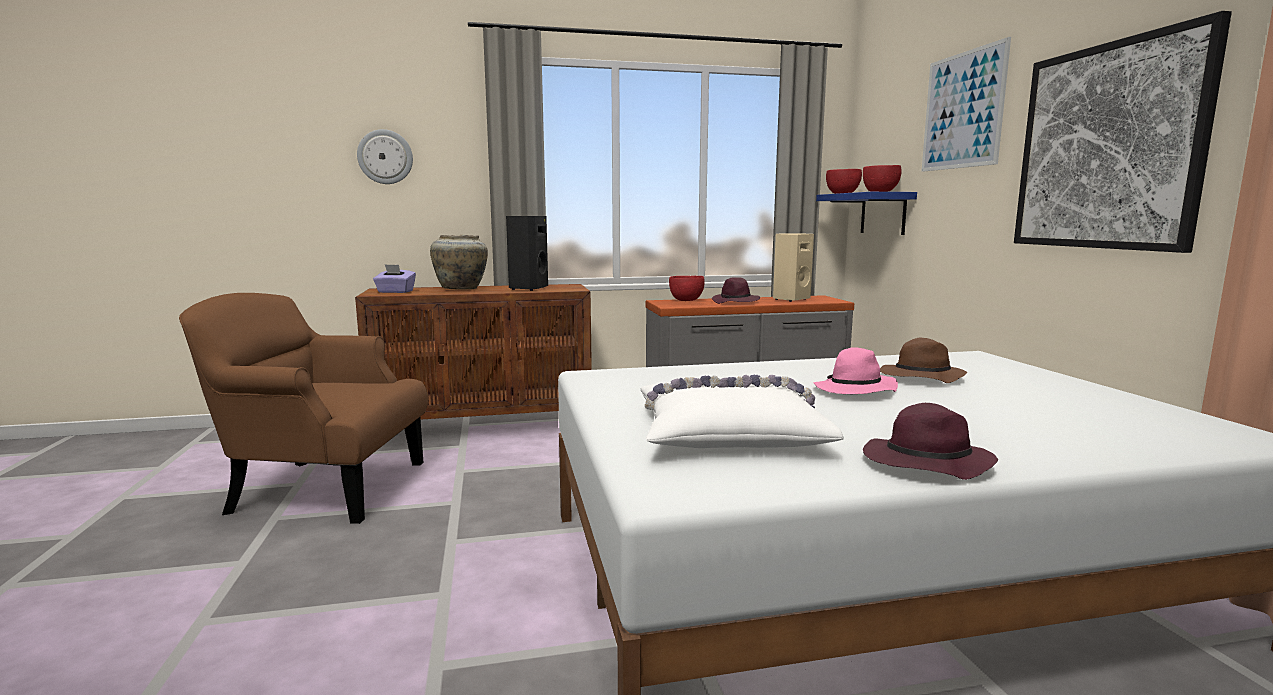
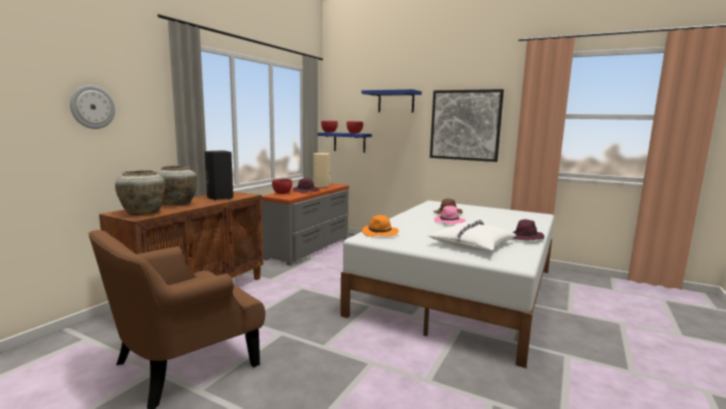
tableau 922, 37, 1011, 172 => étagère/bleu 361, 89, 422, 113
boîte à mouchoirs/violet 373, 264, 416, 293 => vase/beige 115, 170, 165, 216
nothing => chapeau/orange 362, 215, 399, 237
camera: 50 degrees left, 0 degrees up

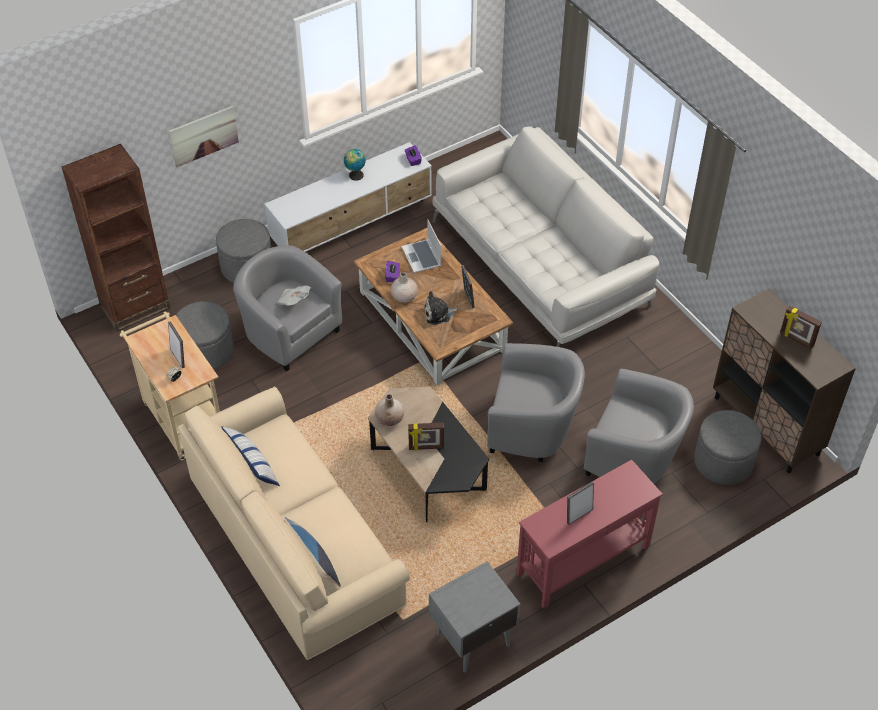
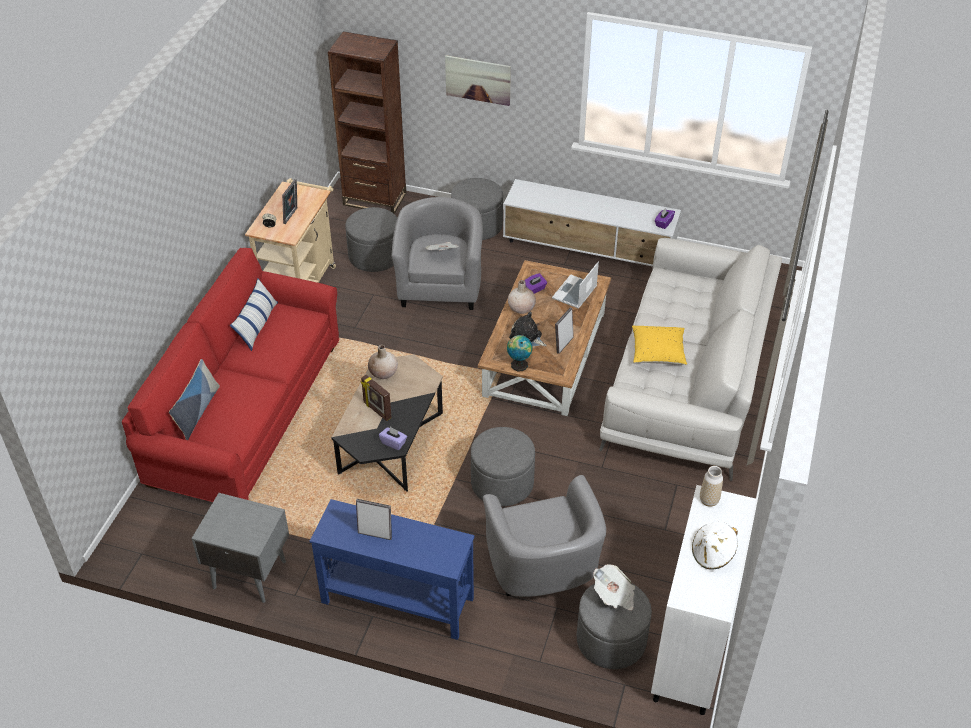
globe 344, 149, 366, 181 => globe 507, 335, 532, 371, moved
meuble de rangement/marron 713, 288, 856, 473 => meuble de rangement/blanc 651, 485, 756, 715
cadre photo 780, 306, 822, 349 => chapeau/blanc 692, 522, 738, 570
fauteuil/gris 487, 343, 585, 462 => pouf/gris 471, 427, 535, 506
canapé/beige 178, 387, 410, 660 => canapé/rouge 122, 248, 339, 502
table console/rouge 516, 460, 663, 609 => table console/bleu 310, 499, 475, 640
nothing => coussin/jaune 632, 326, 687, 365
nothing => boîte à mouchoirs/violet 379, 427, 407, 450
nothing => vase 700, 466, 723, 507
nothing => journal 593, 564, 635, 610
camera: 50 degrees right, 5 degrees down

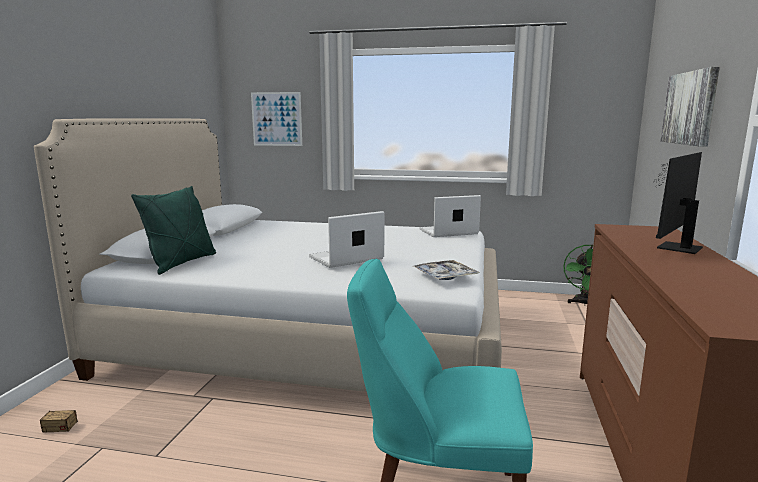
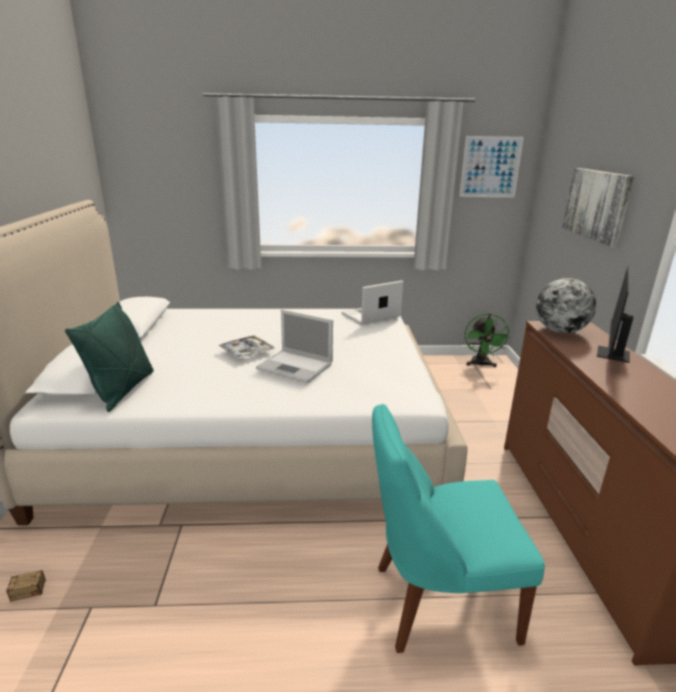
tableau 251, 92, 302, 146 => tableau 459, 136, 524, 197, moved
ordinateur portable 309, 211, 384, 268 => ordinateur portable 256, 309, 333, 383, 105 degrees counterclockwise
plateau 414, 260, 480, 280 => plateau 218, 335, 275, 359, moved
nothing => globe 536, 278, 596, 333
camera: 15 degrees left, 10 degrees up

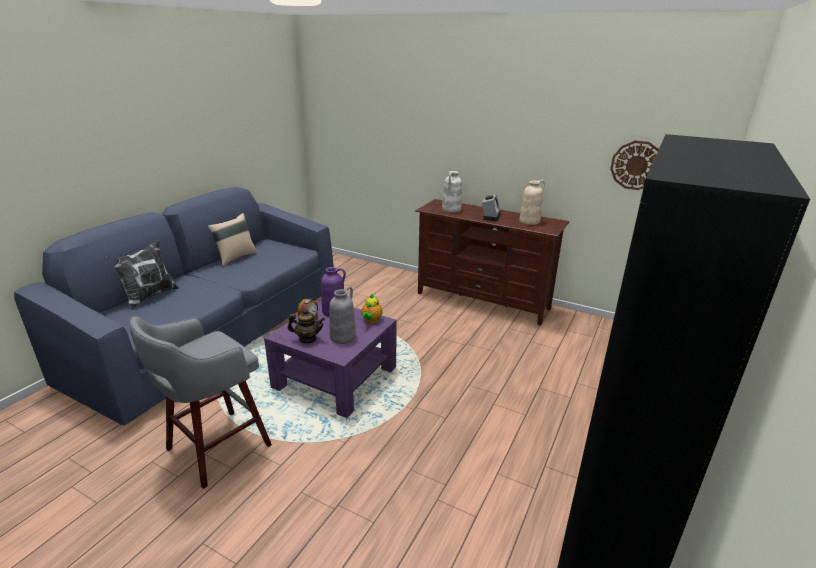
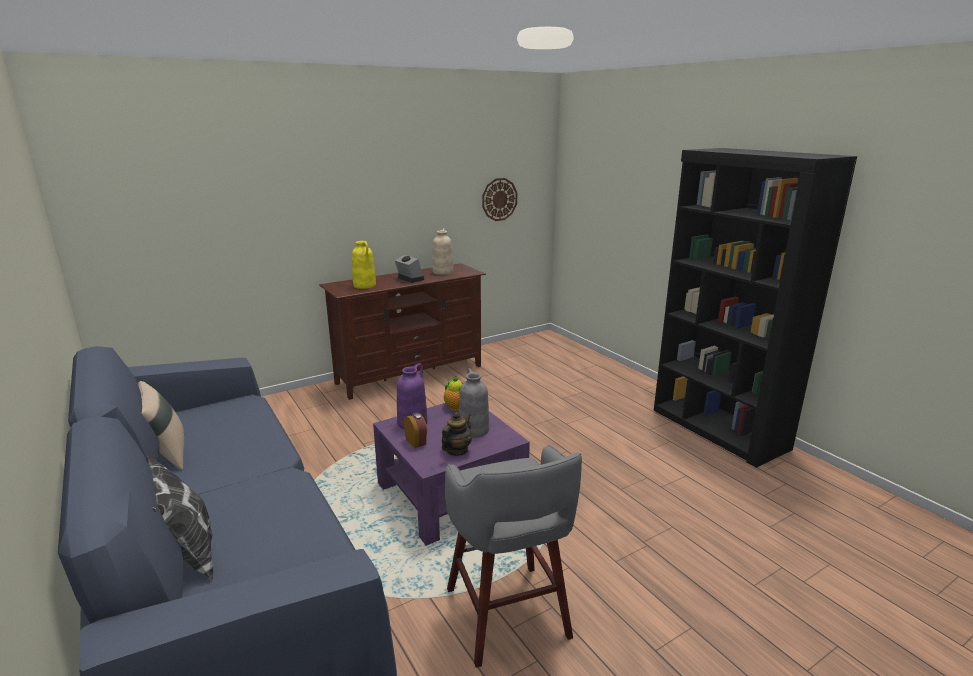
vase/blanc 442, 171, 462, 213 => vase/jaune 352, 241, 376, 289
camera: 60 degrees left, 5 degrees down

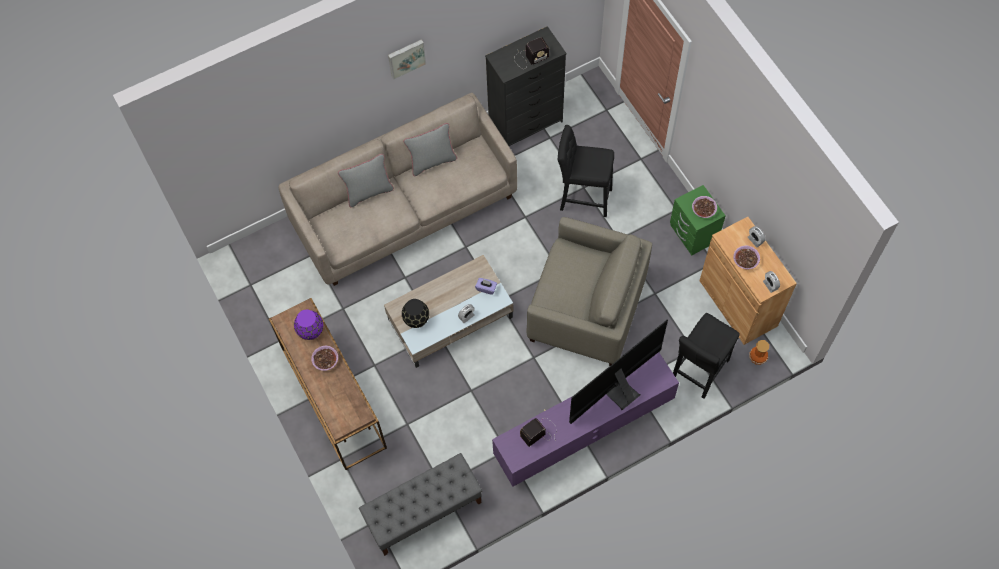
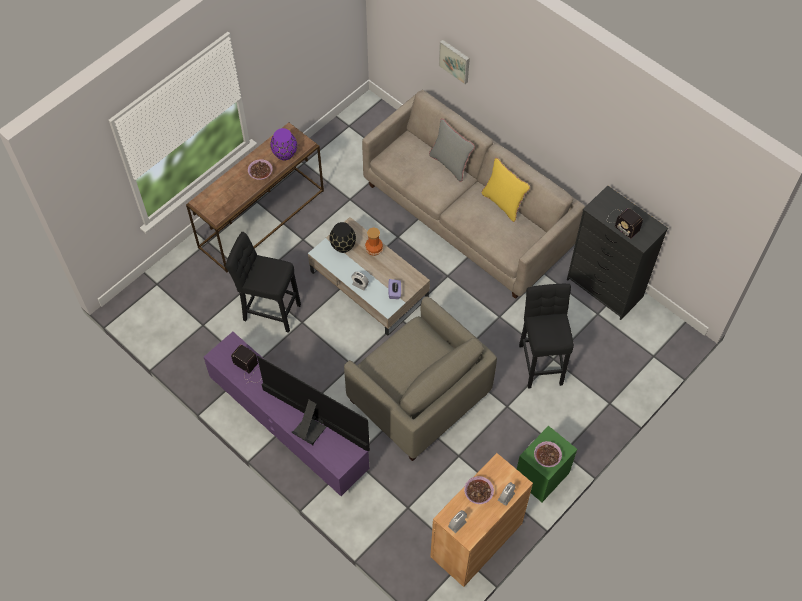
tableau 388, 39, 426, 80 => tableau 439, 40, 470, 84, moved
coussin/gris 403, 123, 457, 176 => coussin/jaune 481, 157, 530, 222
fauteuil/beige 526, 217, 652, 366 => fauteuil/beige 344, 296, 497, 461, 45 degrees counterclockwise
tabouret/noir 673, 313, 740, 399 => tabouret/noir 225, 232, 301, 333, moved
vase 749, 340, 769, 365 => vase 365, 228, 383, 256, moved
banc/gris 359, 453, 482, 556 => nothing
camera: 70 degrees right, 5 degrees down

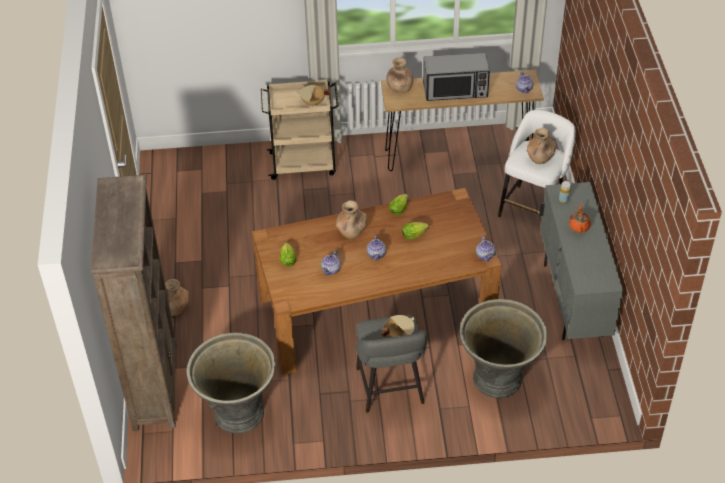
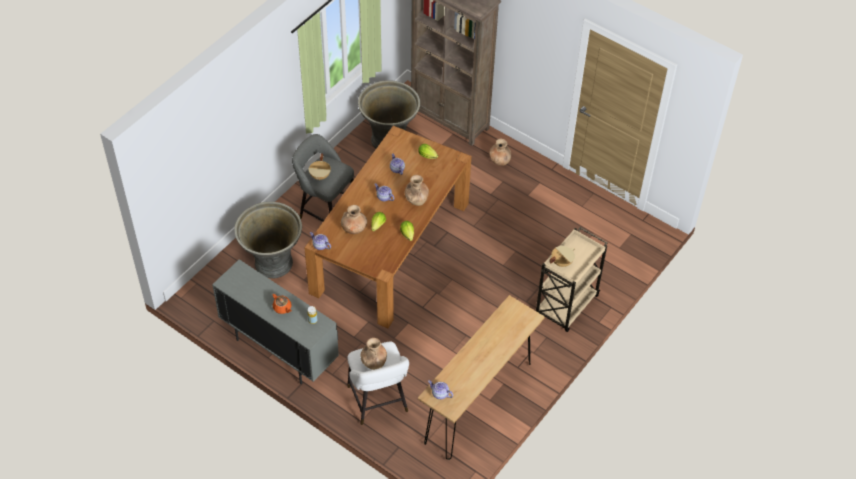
micro-ondes 423, 53, 490, 101 => nothing
vase/marron 386, 58, 413, 93 => vase/marron 341, 205, 367, 234, moved
camera: 130 degrees right, 5 degrees up

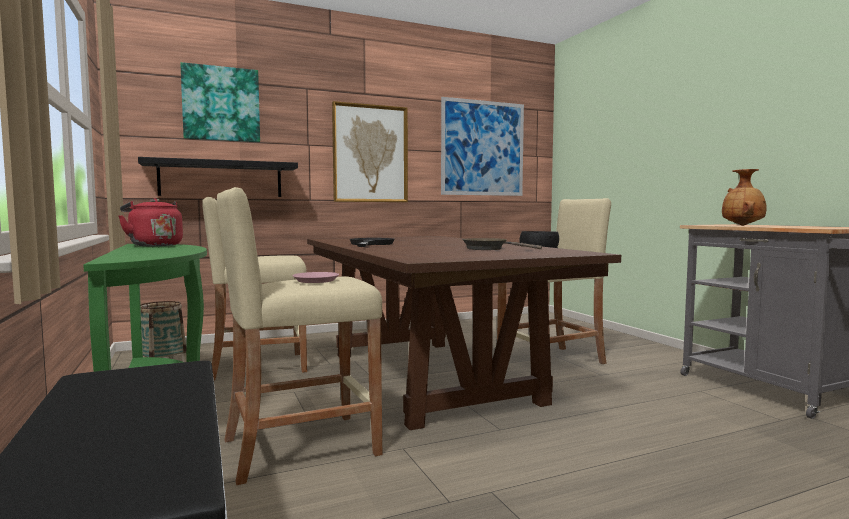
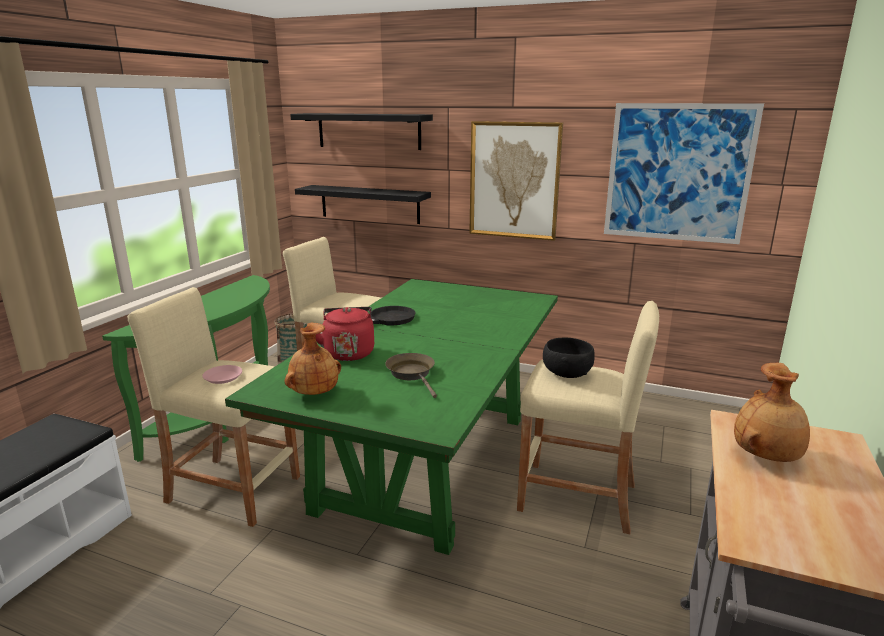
tableau 180, 62, 260, 142 => étagère/noir 290, 113, 433, 150
bouilloire/rouge 118, 198, 183, 246 => bouilloire/rouge 316, 307, 374, 361, moved
table à manger/marron 307, 236, 621, 430 => table à manger/vert 225, 279, 558, 555
nothing => vase/marron 284, 323, 341, 395
camera: 45 degrees right, 15 degrees up

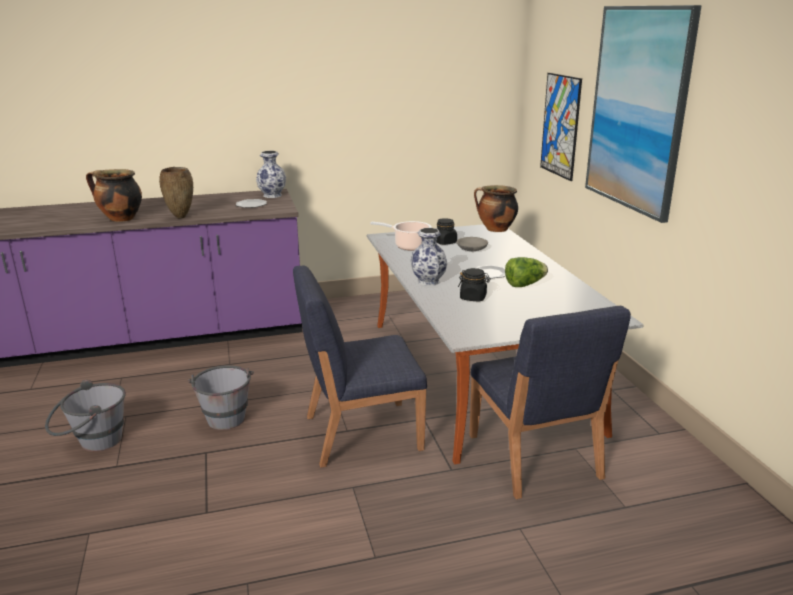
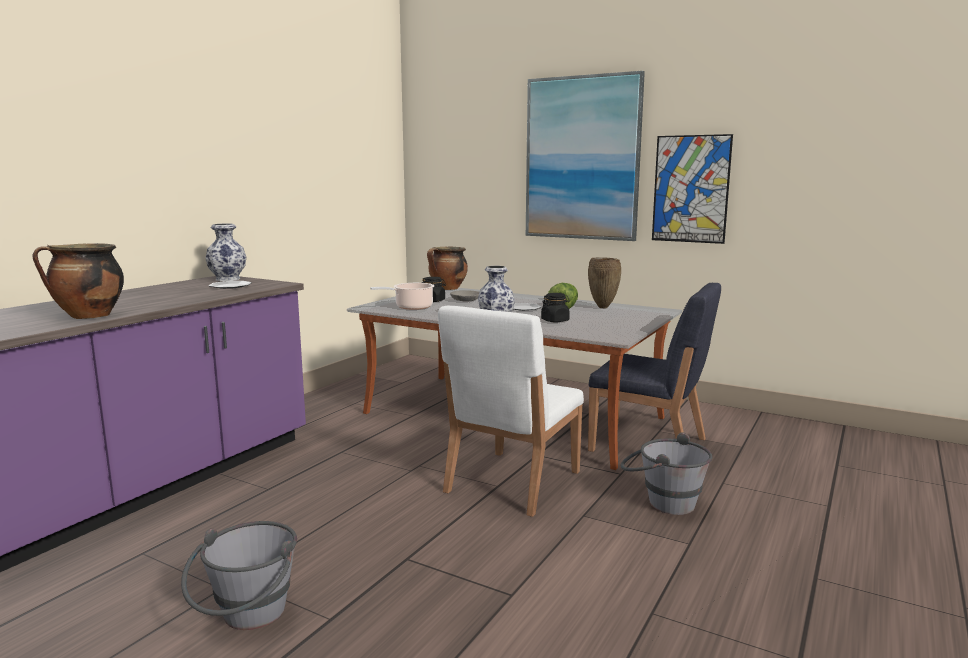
tableau 540, 73, 582, 181 => tableau 652, 134, 733, 244, moved
vase/marron 159, 167, 193, 218 => vase/marron 588, 258, 621, 308, moved
chaise/bleu 293, 266, 427, 467 => chaise/blanc 438, 306, 584, 517
seau/gris 188, 365, 254, 430 => seau/gris 621, 432, 712, 515, moved
camera: 45 degrees left, 10 degrees down

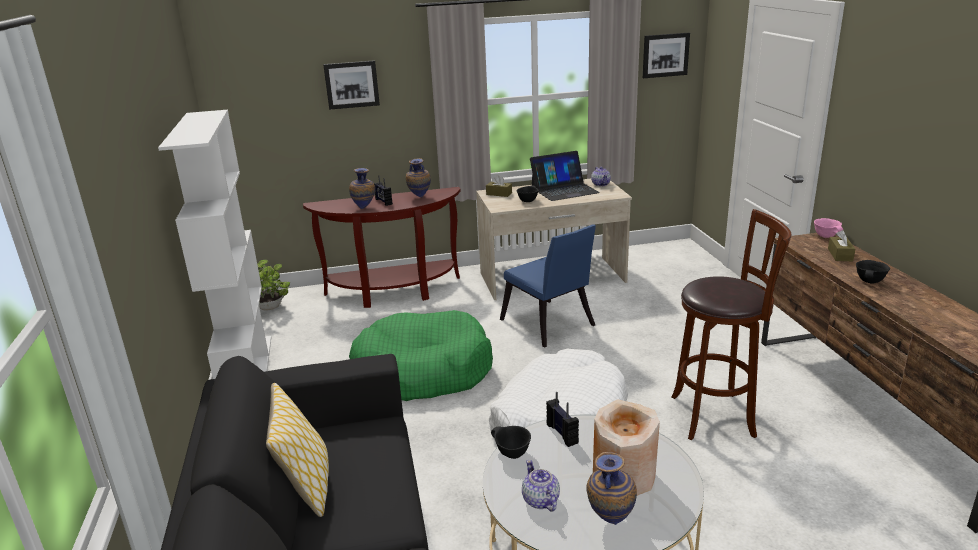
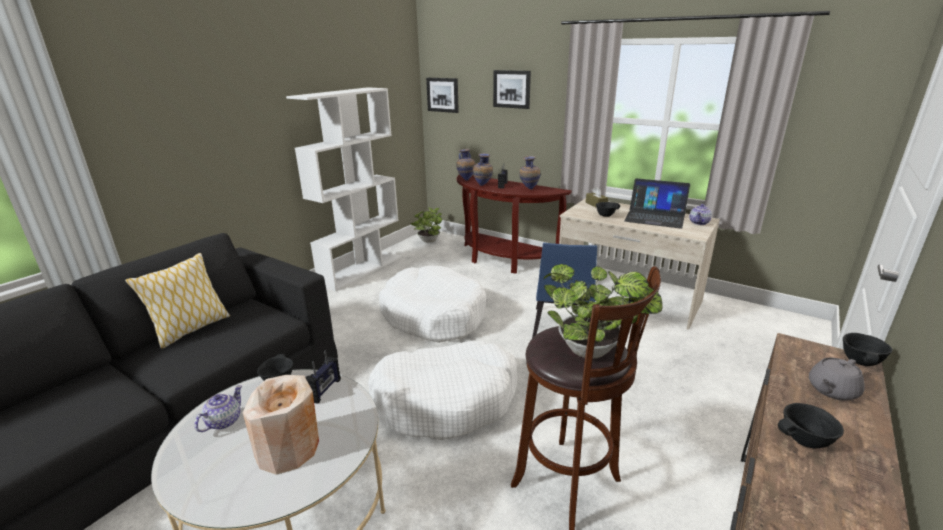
tableau 643, 33, 690, 78 => tableau 426, 78, 459, 113, moved
bol/rose 814, 218, 843, 238 => bol/noir 843, 333, 892, 366
boîte à mouchoirs/marron 828, 230, 855, 261 => théière/gris 809, 358, 865, 401
panier pour chien/vert 349, 310, 493, 401 => panier pour chien/blanc 379, 266, 486, 343
vase 586, 452, 637, 525 => vase 456, 149, 475, 181, moved
nothing => plante en pot 543, 264, 663, 359
camera: 45 degrees right, 0 degrees up

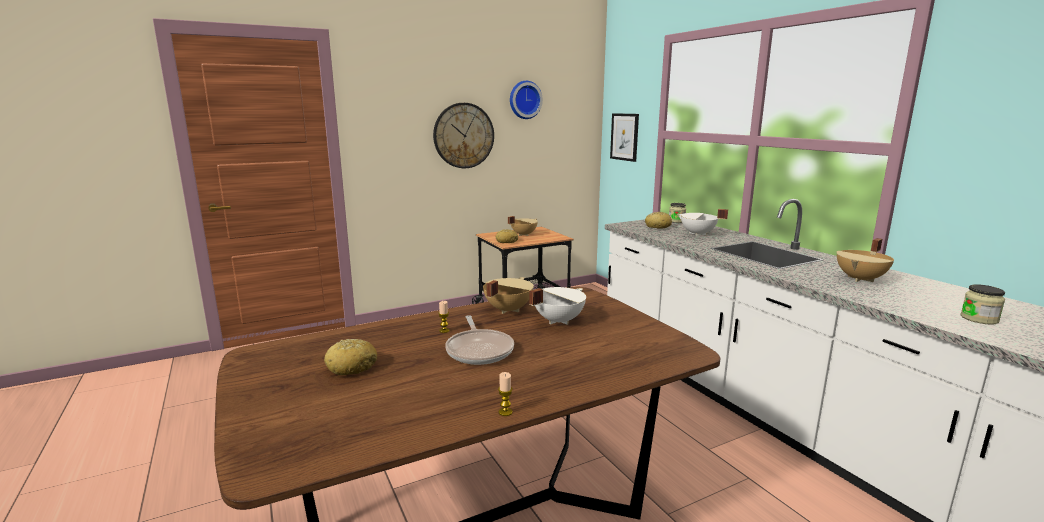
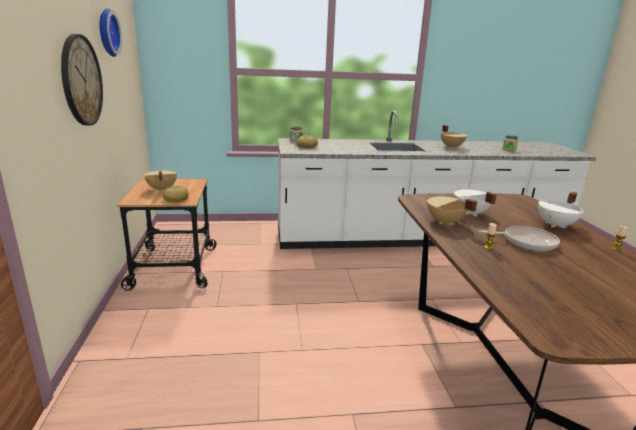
tableau 610, 113, 639, 162 => nothing
marmite/blanc 677, 209, 728, 236 => marmite/blanc 538, 192, 583, 228, moved
pain 324, 339, 377, 375 => nothing
camera: 70 degrees left, 5 degrees up

